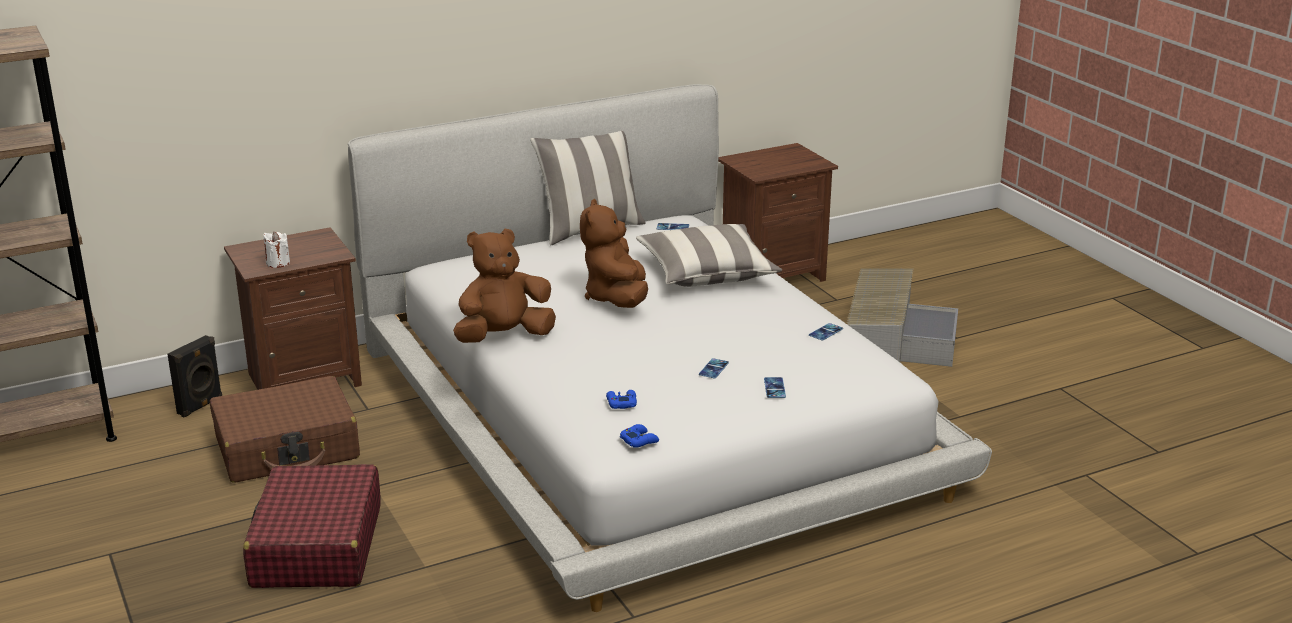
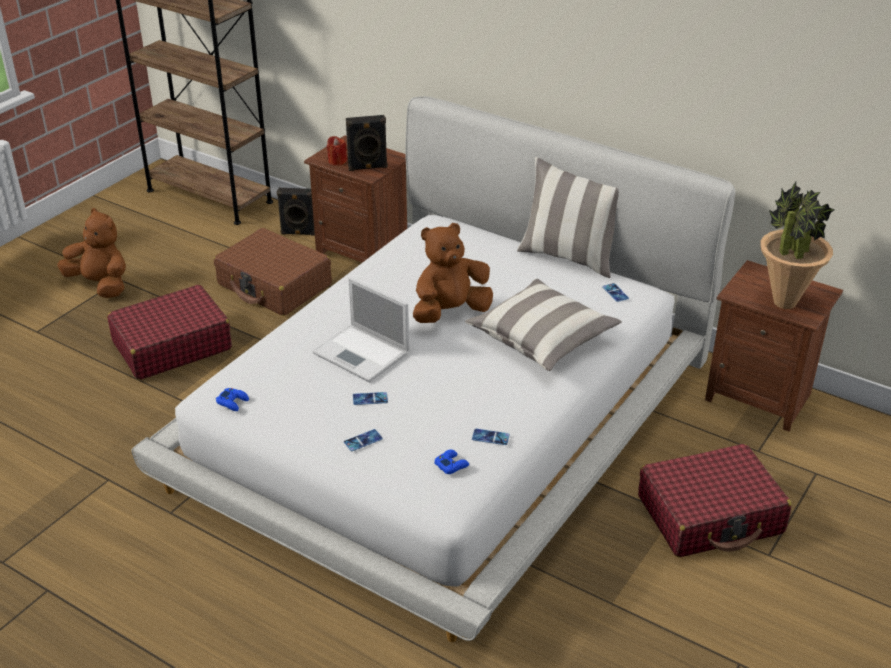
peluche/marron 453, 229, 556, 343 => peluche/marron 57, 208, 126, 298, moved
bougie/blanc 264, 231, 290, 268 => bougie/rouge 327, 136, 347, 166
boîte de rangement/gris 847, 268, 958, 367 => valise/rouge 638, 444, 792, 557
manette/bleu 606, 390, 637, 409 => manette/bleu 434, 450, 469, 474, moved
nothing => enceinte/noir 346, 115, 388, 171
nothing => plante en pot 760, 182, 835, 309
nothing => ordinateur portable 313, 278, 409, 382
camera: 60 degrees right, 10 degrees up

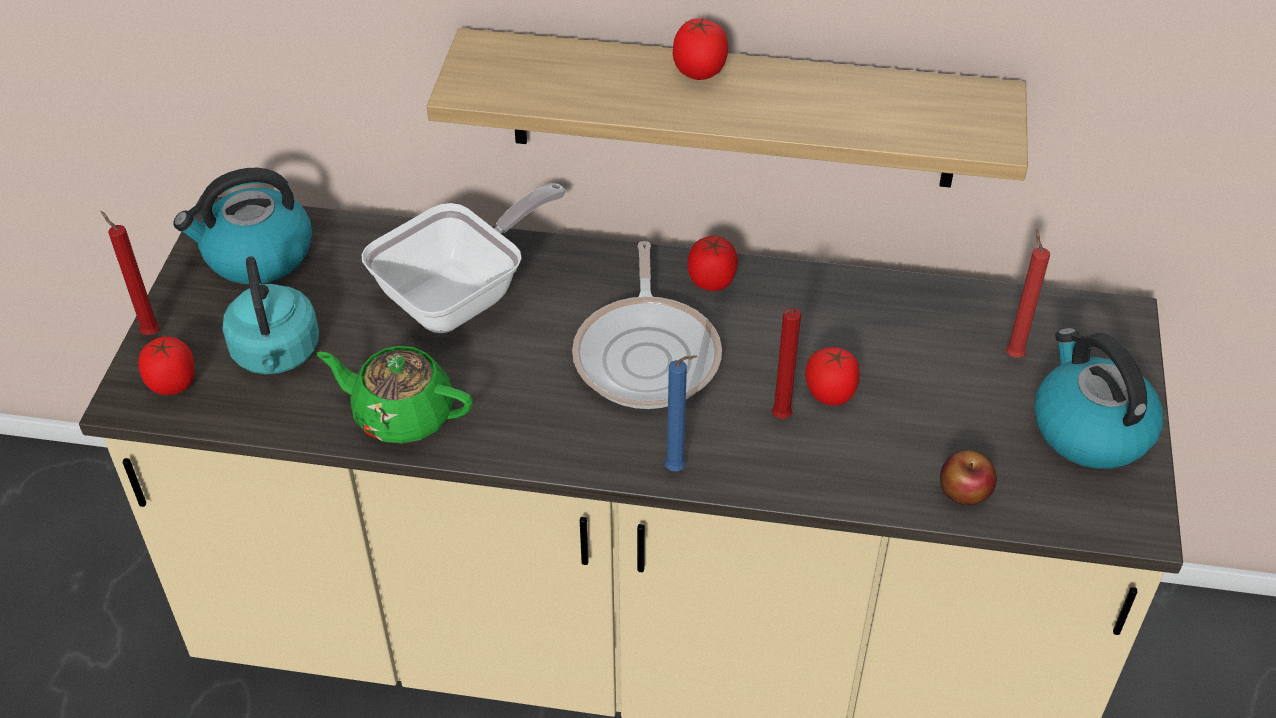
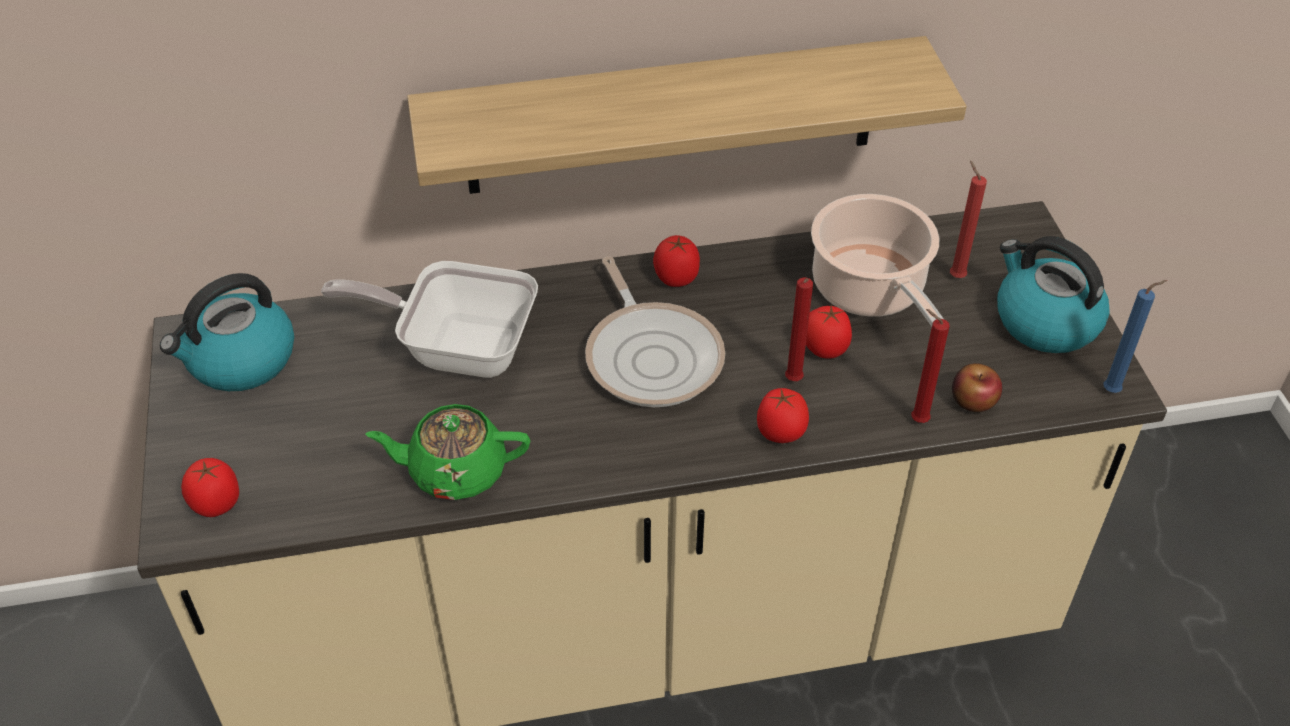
tomate 673, 17, 728, 80 => tomate 757, 388, 809, 443, moved
poêle 361, 183, 566, 333 => poêle 321, 261, 538, 378, 105 degrees counterclockwise
bougie/rouge 101, 211, 159, 335 => bougie/rouge 911, 309, 949, 423, moved
bouilloire/turquoise 222, 256, 319, 374 => nothing
bougie/bleu 665, 355, 698, 471 => bougie/bleu 1104, 280, 1167, 393, moved
nothing => marmite 811, 194, 944, 327
camera: 20 degrees left, 0 degrees up

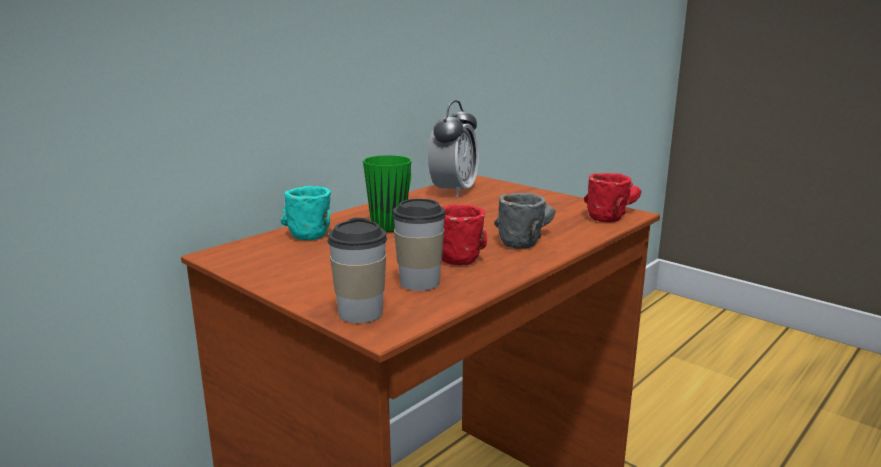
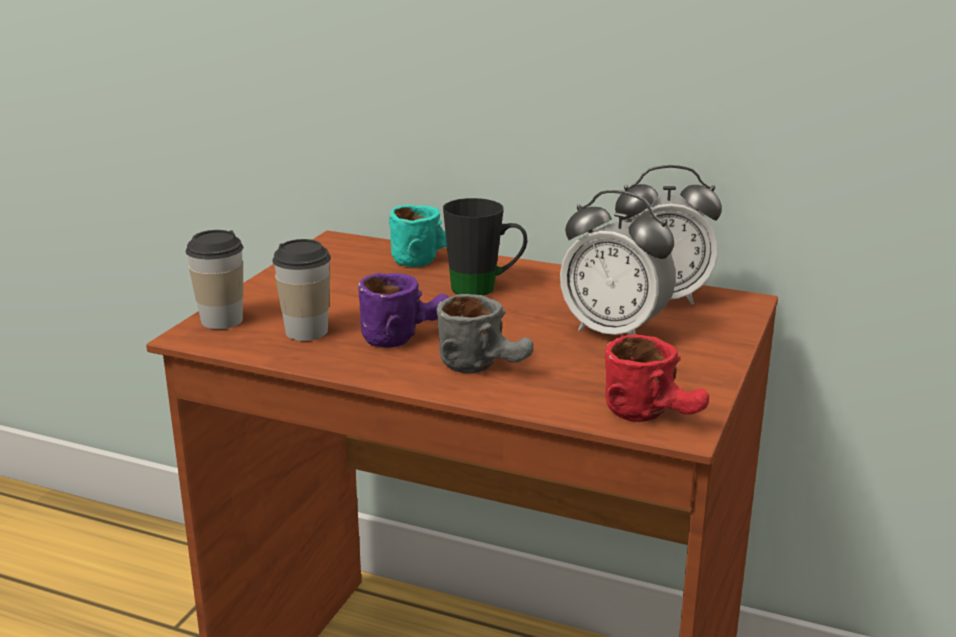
mug/vert 363, 155, 411, 232 => mug/noir 443, 198, 527, 296
mug/rouge 442, 204, 487, 265 => mug/violet 358, 273, 449, 348
nothing => réveil 560, 190, 676, 335
camera: 70 degrees right, 5 degrees up

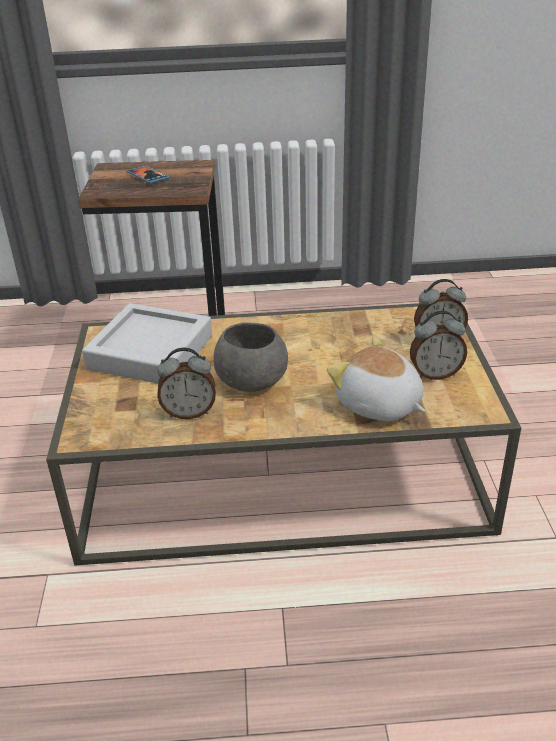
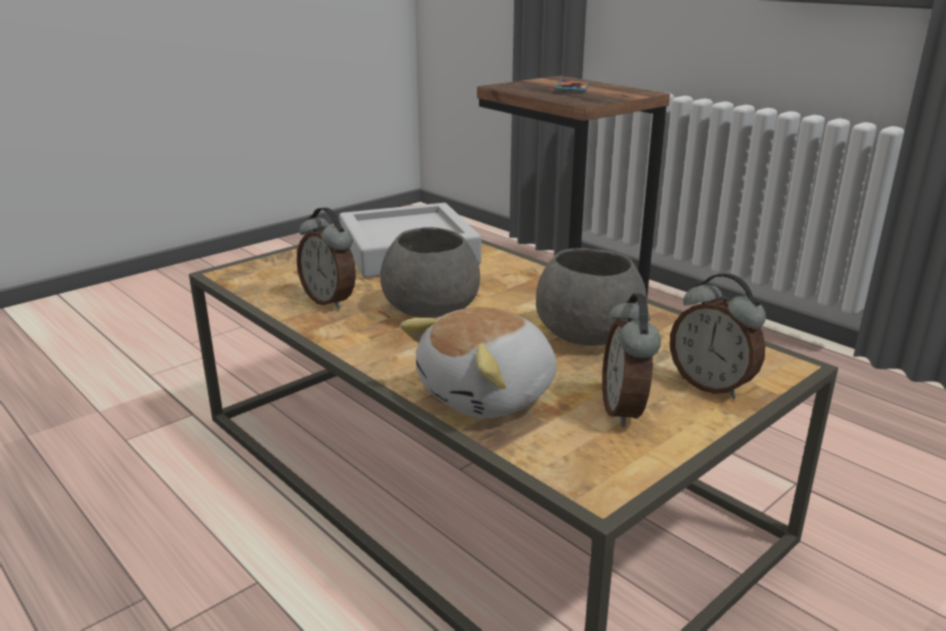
réveil 410, 311, 467, 380 => réveil 602, 293, 661, 427, 45 degrees clockwise
peluche 327, 336, 425, 421 => peluche 400, 307, 557, 418, 135 degrees counterclockwise
nothing => bol/gris 536, 248, 647, 346
camera: 50 degrees right, 10 degrees down

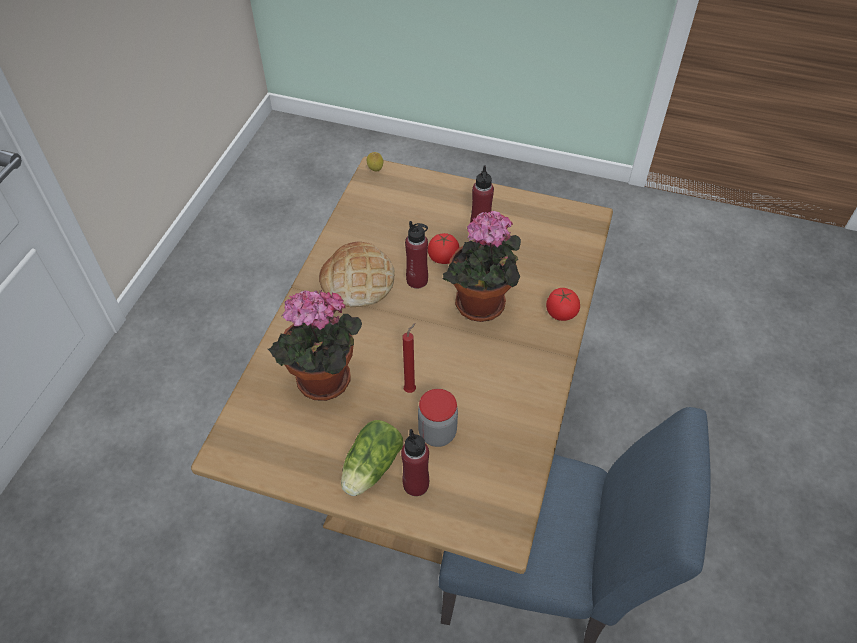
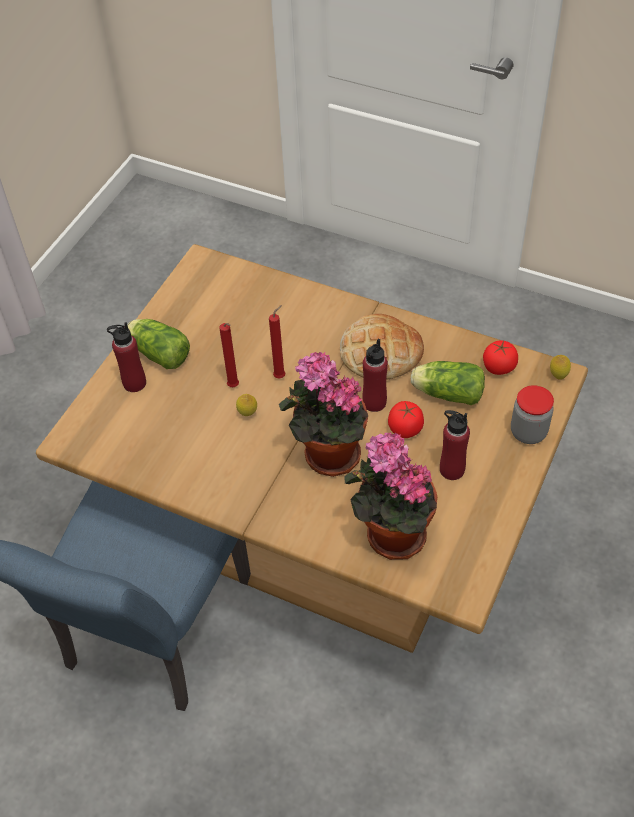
tomate 546, 288, 580, 321 => tomate 483, 340, 518, 375, moved
plante en pot 268, 290, 362, 401 => plante en pot 345, 433, 437, 560, moved
bocal 418, 389, 458, 447 => bocal 511, 385, 554, 444, moved
nothing => bougie/rouge 269, 305, 285, 378
nothing => laitue 410, 361, 485, 405
nothing => citron 236, 394, 257, 416
camera: 100 degrees right, 0 degrees up

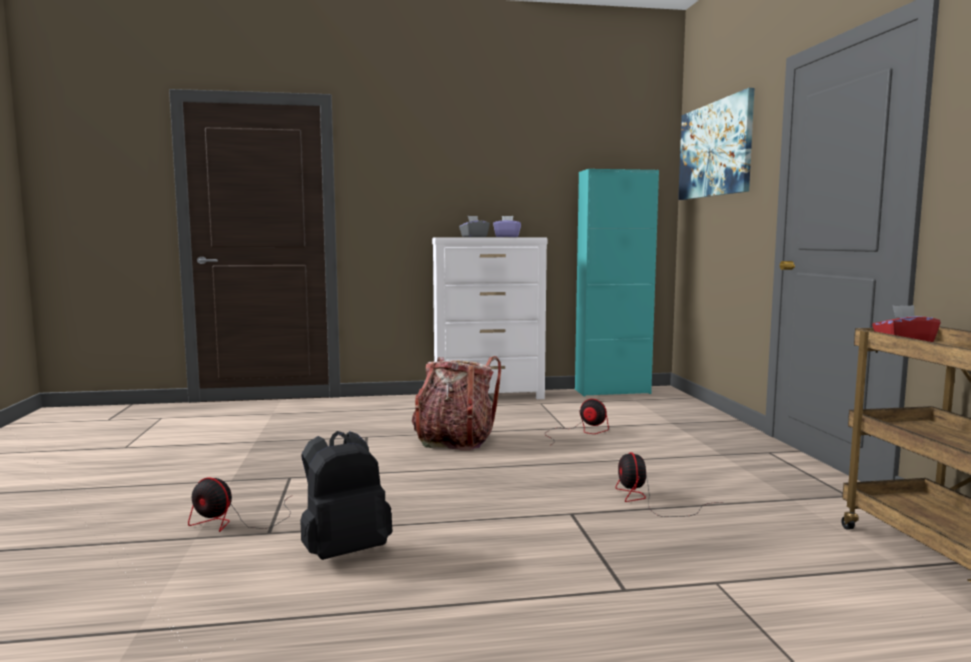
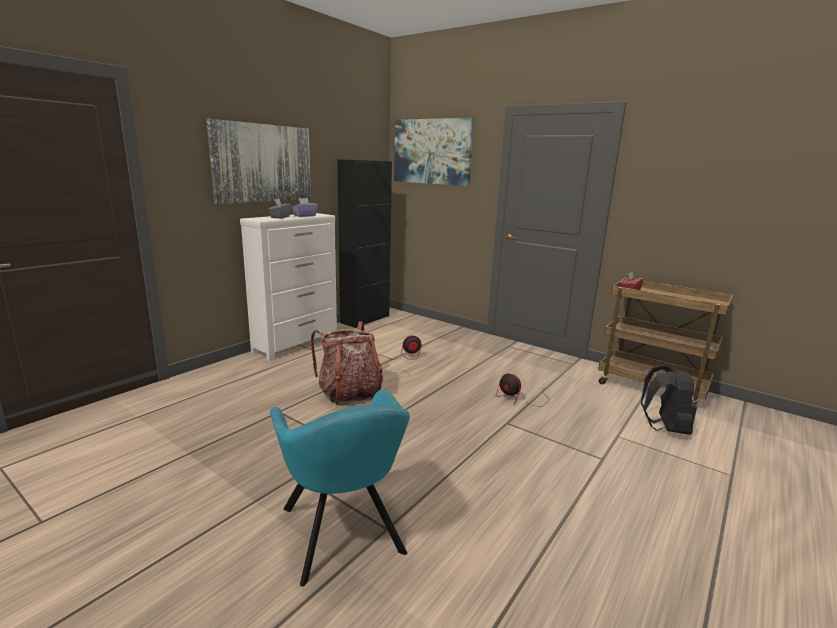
meuble de rangement/turquoise 575, 169, 659, 396 => meuble de rangement/noir 337, 159, 392, 328
sac à dos/noir 300, 431, 392, 560 => sac à dos/noir 641, 364, 697, 435, moved
ventilateur 188, 478, 293, 532 => fauteuil/turquoise 270, 389, 410, 587
nothing => tableau 206, 119, 311, 204
camera: 45 degrees left, 10 degrees up

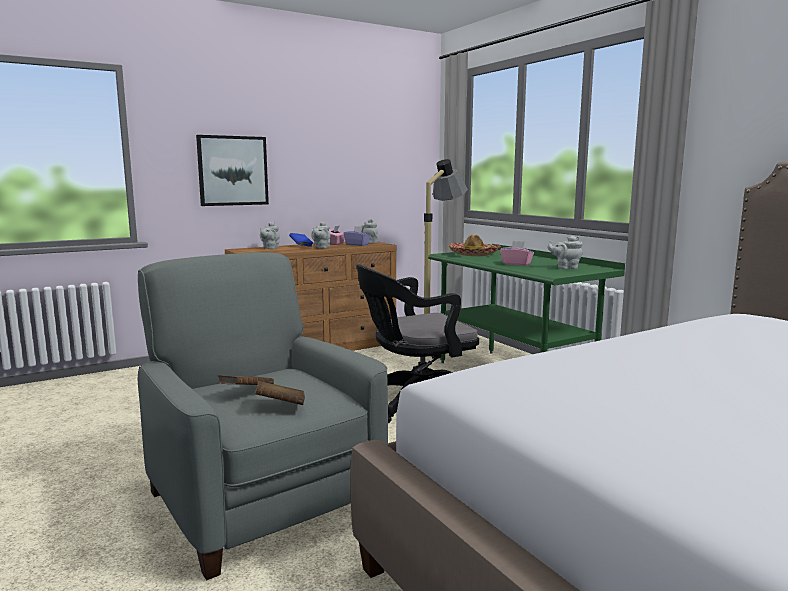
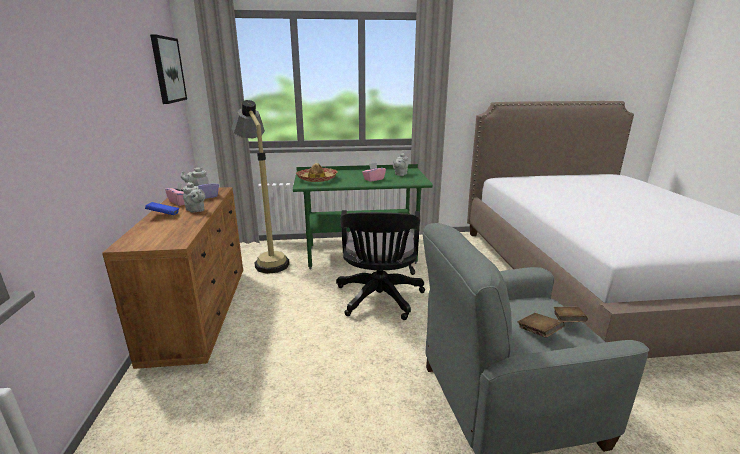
tableau 196, 135, 269, 206 => tableau 150, 34, 187, 104, moved
théière/gris 260, 222, 280, 249 => nothing
camera: 65 degrees left, 10 degrees up

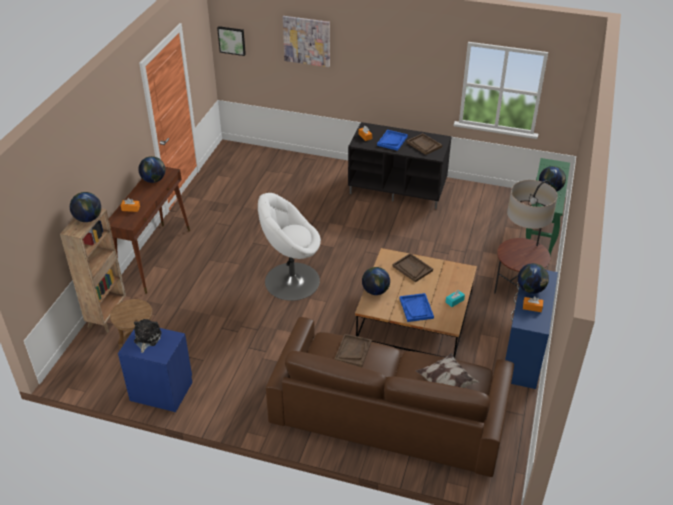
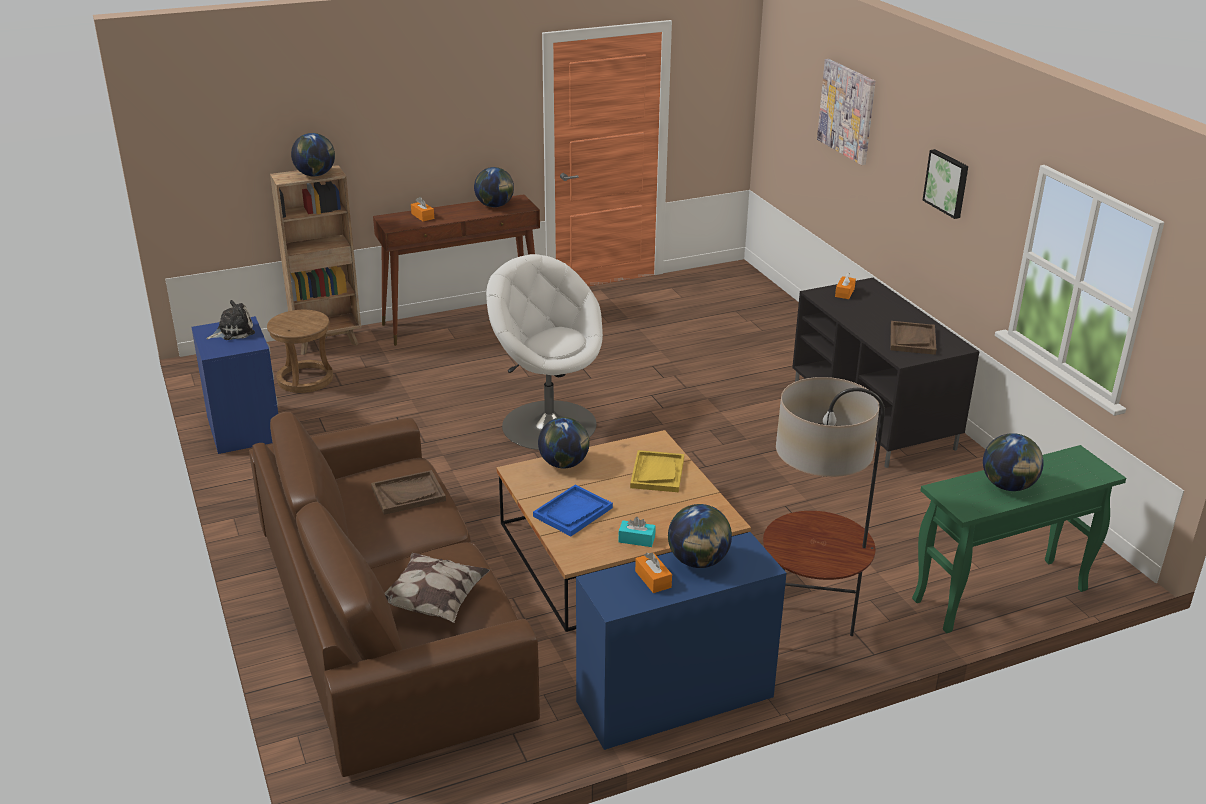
tableau 217, 26, 246, 56 => tableau 922, 149, 968, 219, moved
plateau/bleu 377, 130, 408, 151 => nothing
plateau/marron 392, 253, 433, 282 => plateau/jaune 630, 450, 684, 492
camera: 50 degrees right, 10 degrees down

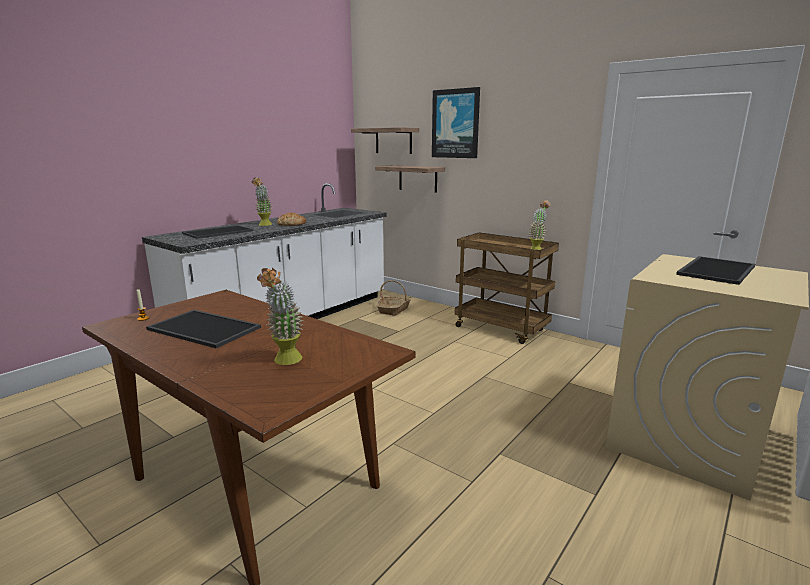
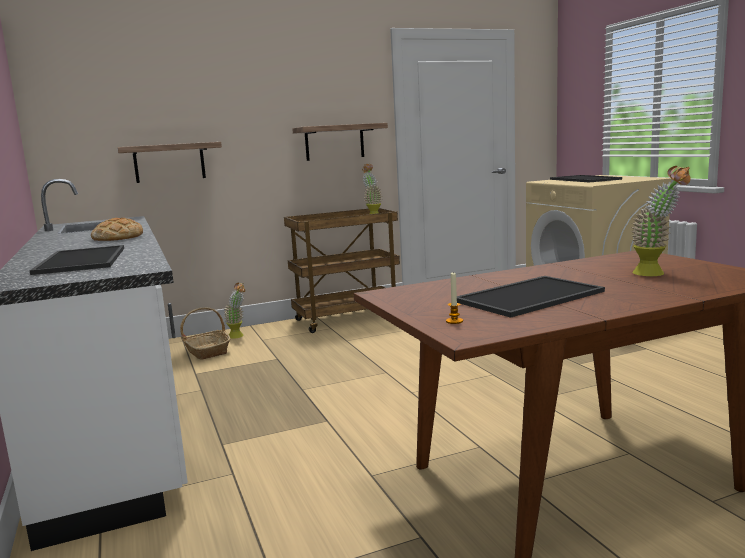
tableau 432, 87, 480, 158 => nothing
étagère 351, 127, 419, 154 => étagère 292, 123, 388, 161, moved
plante en pot 252, 177, 272, 226 => plante en pot 224, 283, 246, 339, moved
camera: 60 degrees left, 5 degrees down

